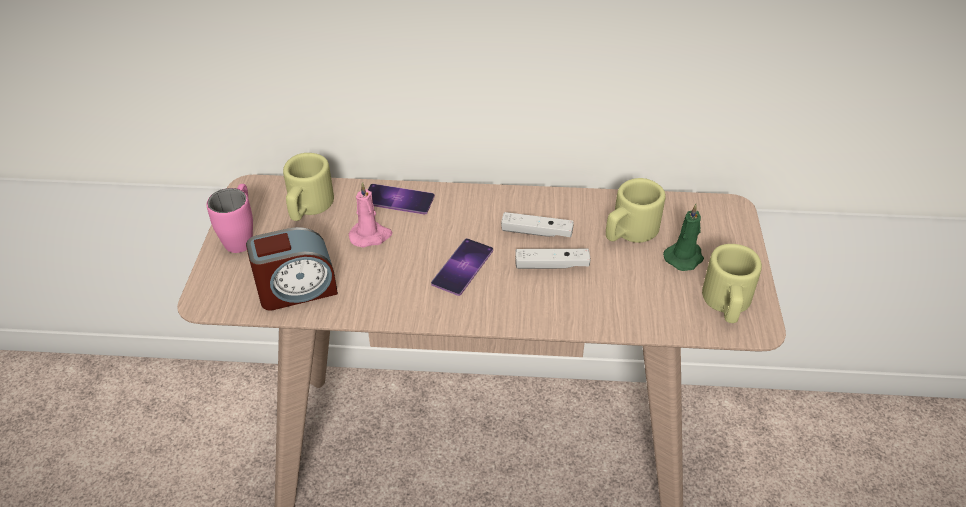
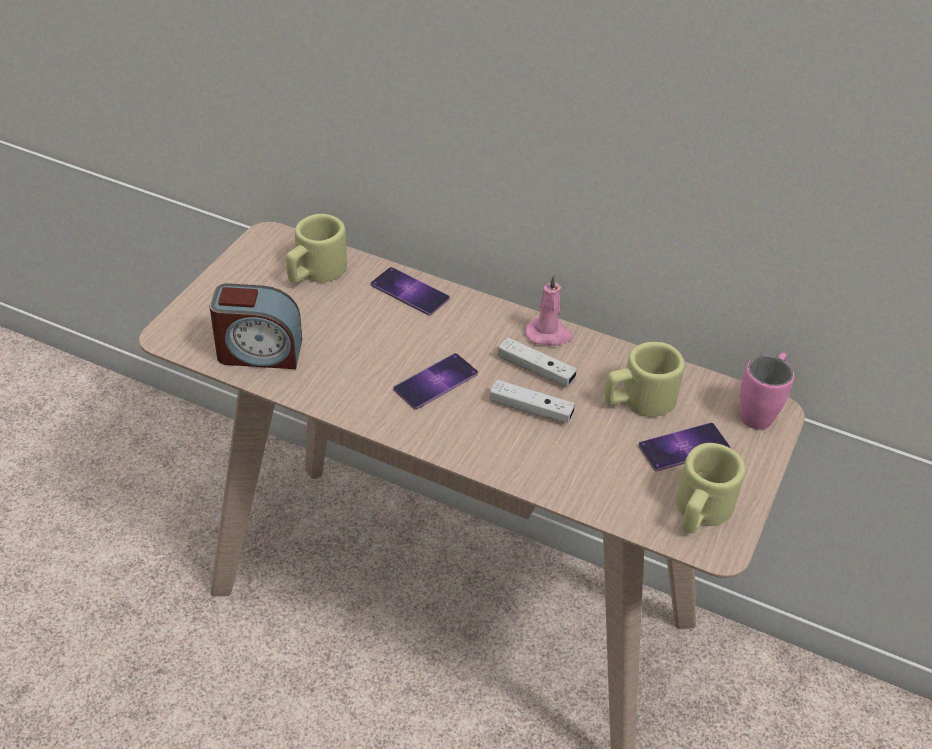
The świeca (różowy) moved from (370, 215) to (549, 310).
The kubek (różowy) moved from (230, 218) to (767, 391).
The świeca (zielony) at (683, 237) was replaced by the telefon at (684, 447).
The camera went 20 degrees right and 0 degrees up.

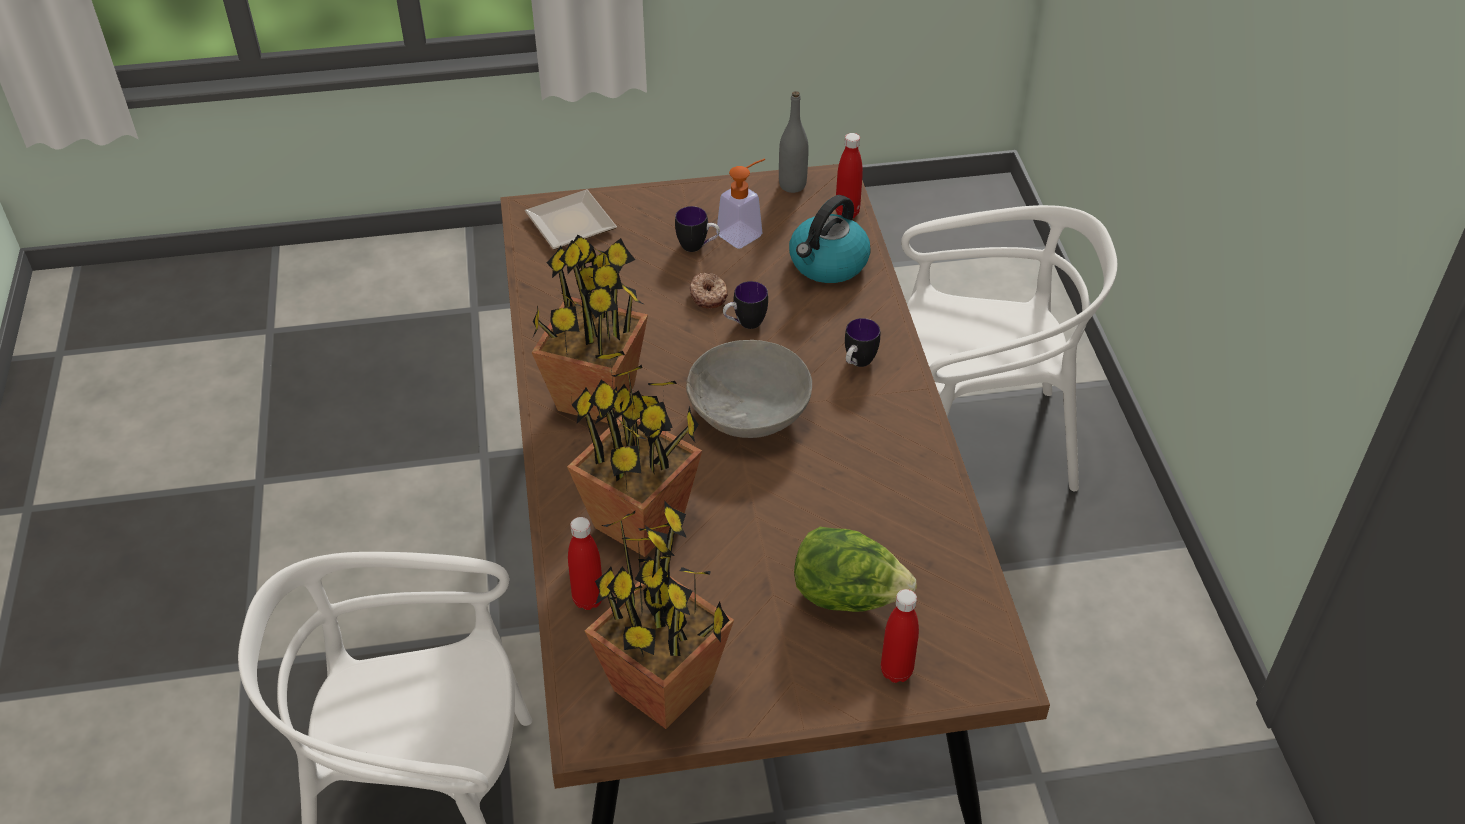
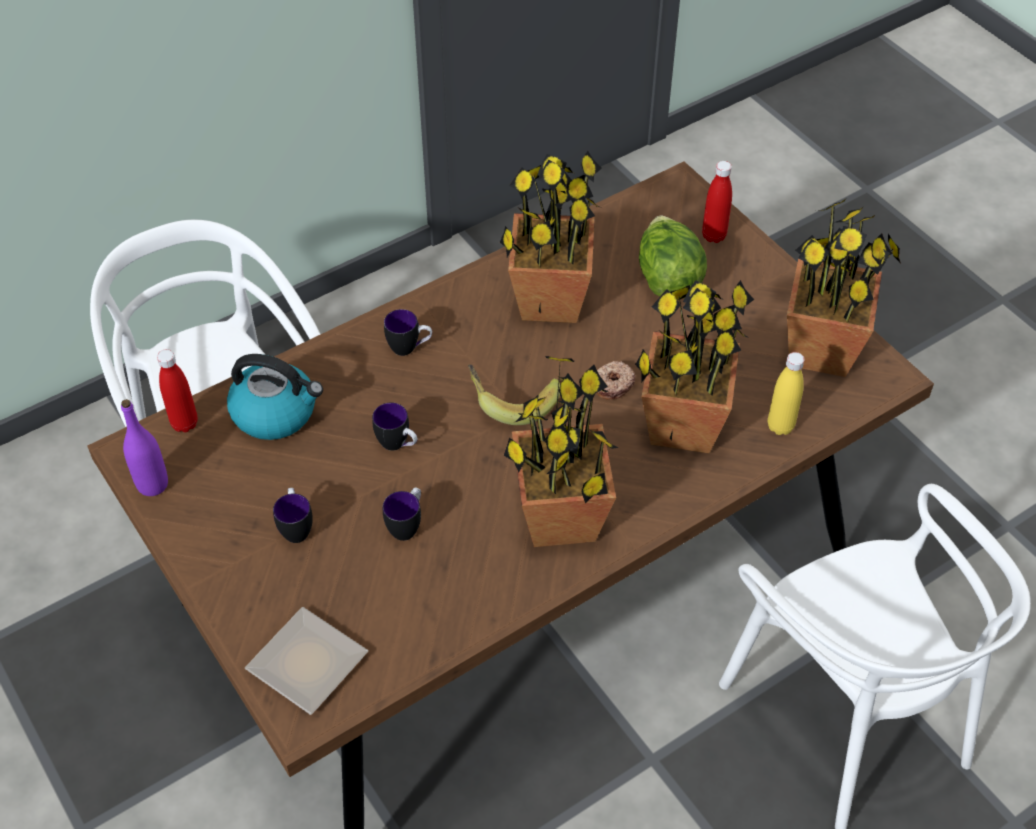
The butelka (szary) at (794, 142) became the butelka (fioletowy) at (144, 447).
The dozownik mydła at (740, 203) disappeared.
The donut moved from (709, 291) to (616, 380).
The miska (szary) at (749, 389) was replaced by the banan at (514, 394).
The butelka (czerwony) at (585, 563) became the butelka (żółty) at (786, 393).
The roślina doniczkowa at (551, 237) appeared.
The kubek at (402, 514) appeared.
The camera went 115 degrees left and 5 degrees up.

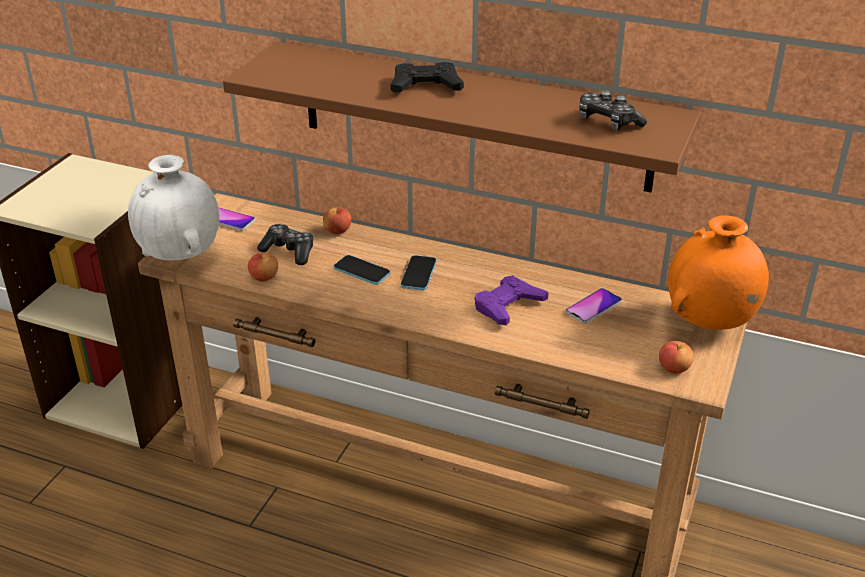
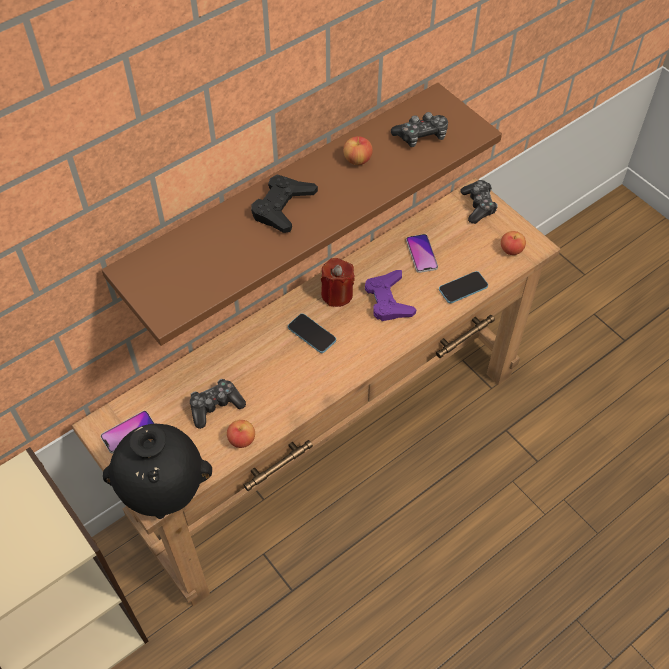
The wazon (biały) at (173, 207) became the wazon (czarny) at (157, 471).
The jabłko moved from (337, 220) to (358, 150).
The wazon (pomarańczowy) at (718, 272) was replaced by the pad do gier at (479, 202).
The telefon moved from (362, 270) to (463, 287).
The świeca (czerwony) at (338, 282) appeared.
The camera went 60 degrees left and 20 degrees up.

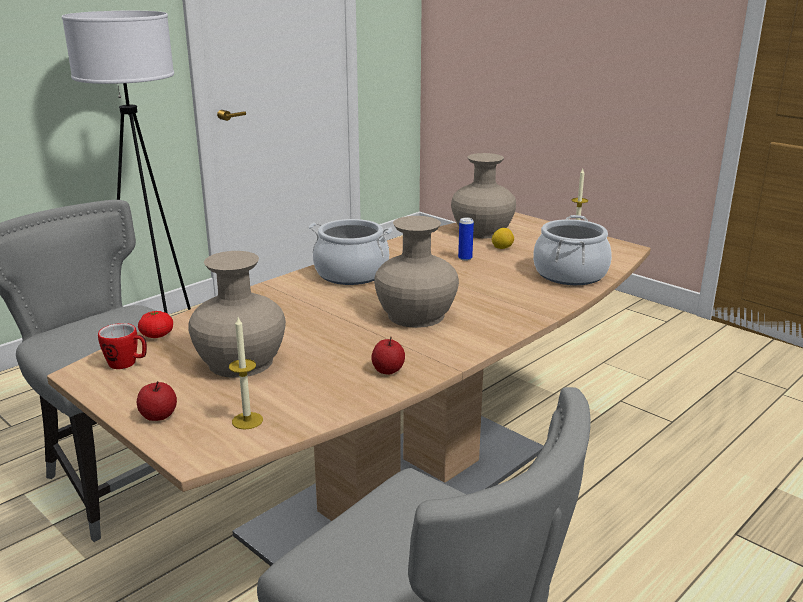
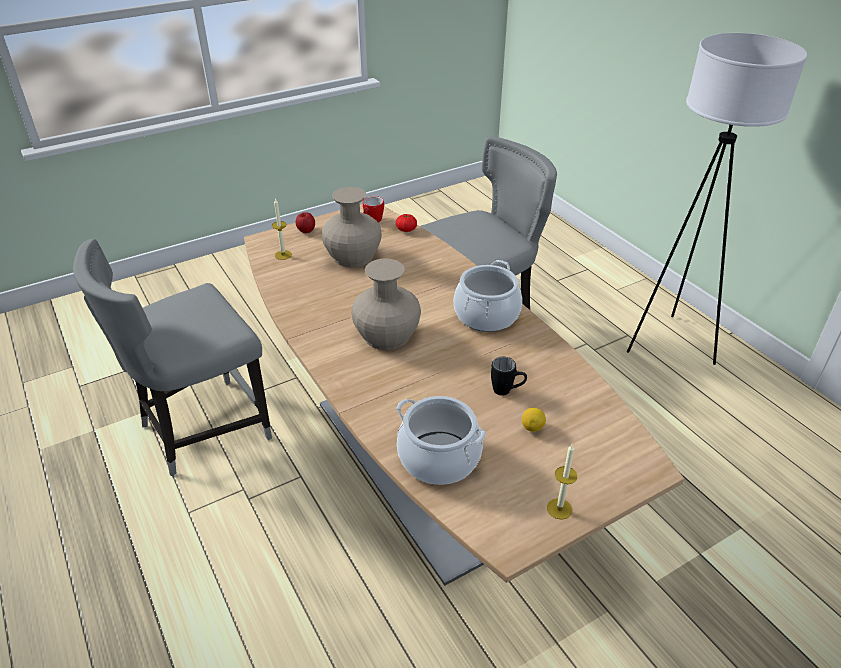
The wazon (beżowy) at (483, 196) disappeared.
The puszka at (466, 239) was replaced by the kubek (czarny) at (509, 376).
The jabłko at (388, 355) disappeared.
The camera went 105 degrees right and 15 degrees up.

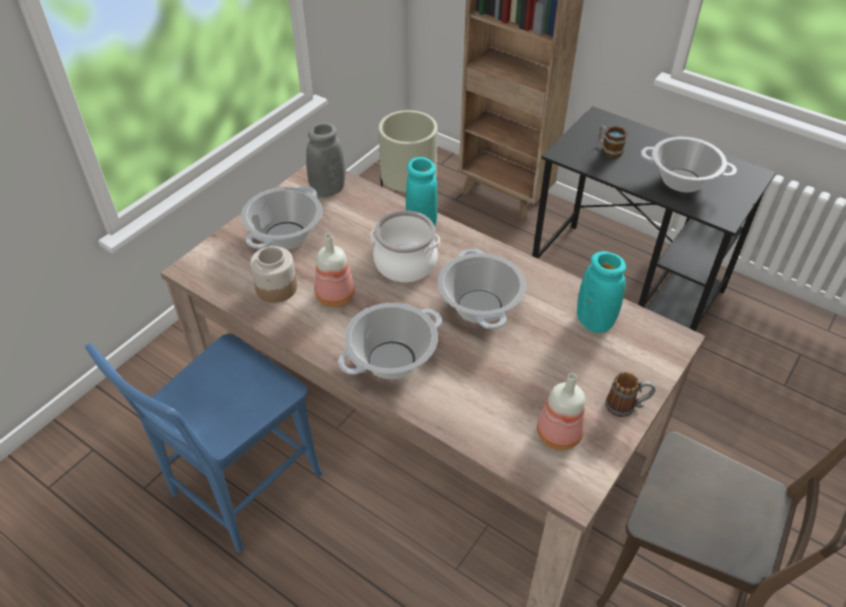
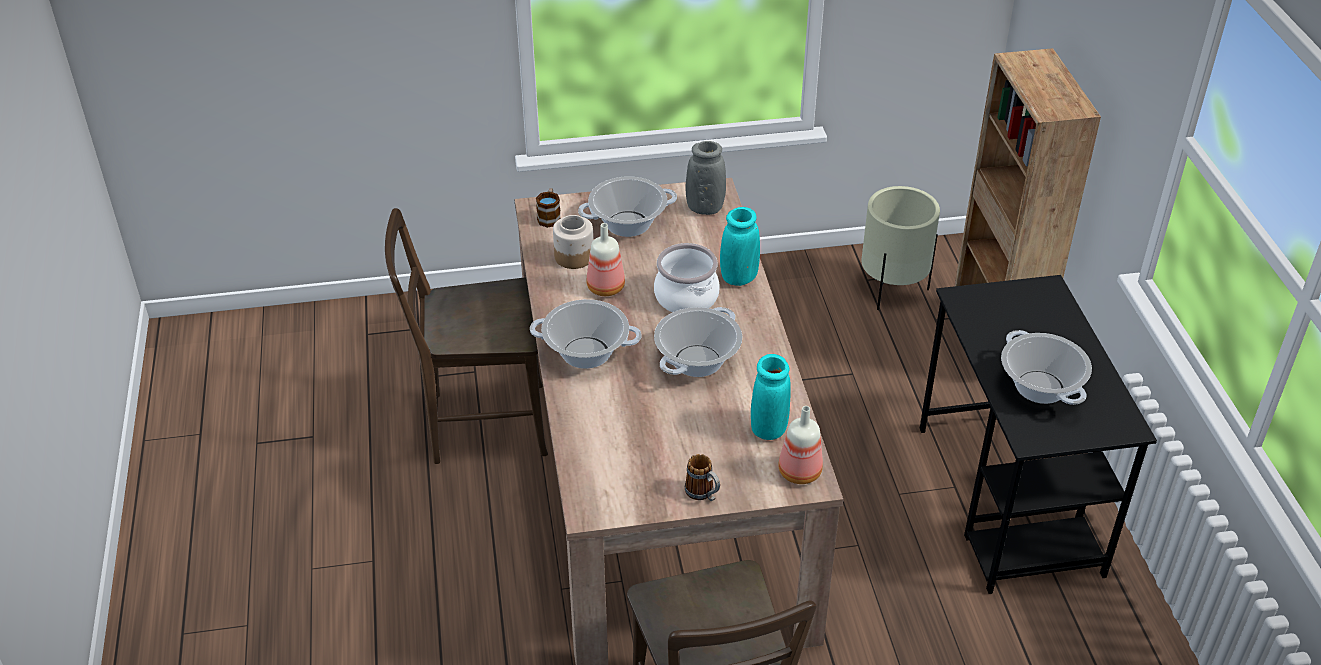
The kubek moved from (612, 142) to (548, 208).
The krzesło (niebieski) at (204, 443) became the krzesło (brązowy) at (466, 336).
The butelka moved from (561, 411) to (800, 445).
The camera went 45 degrees right and 5 degrees down.

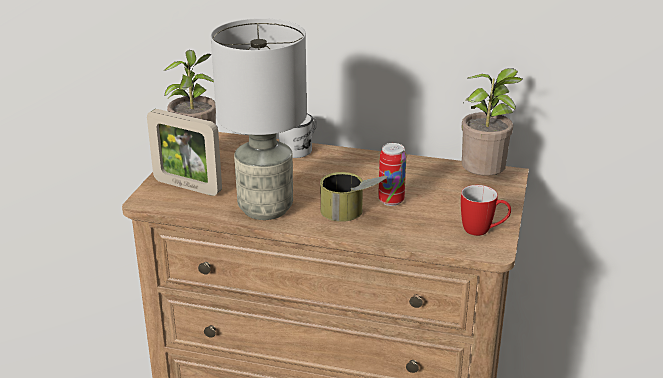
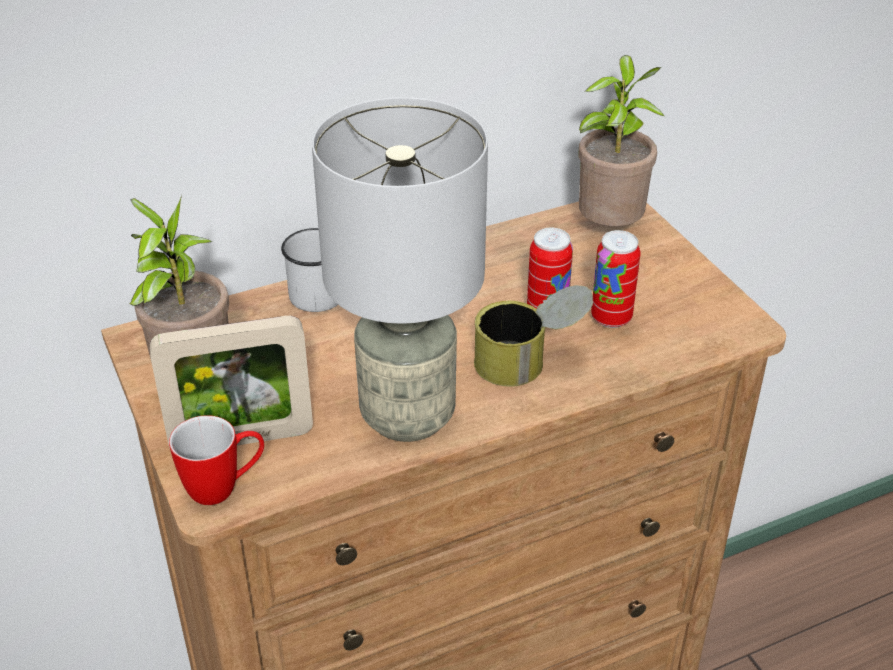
The kubek moved from (486, 210) to (216, 460).
The puszka at (616, 279) appeared.
The camera went 40 degrees left and 10 degrees up.

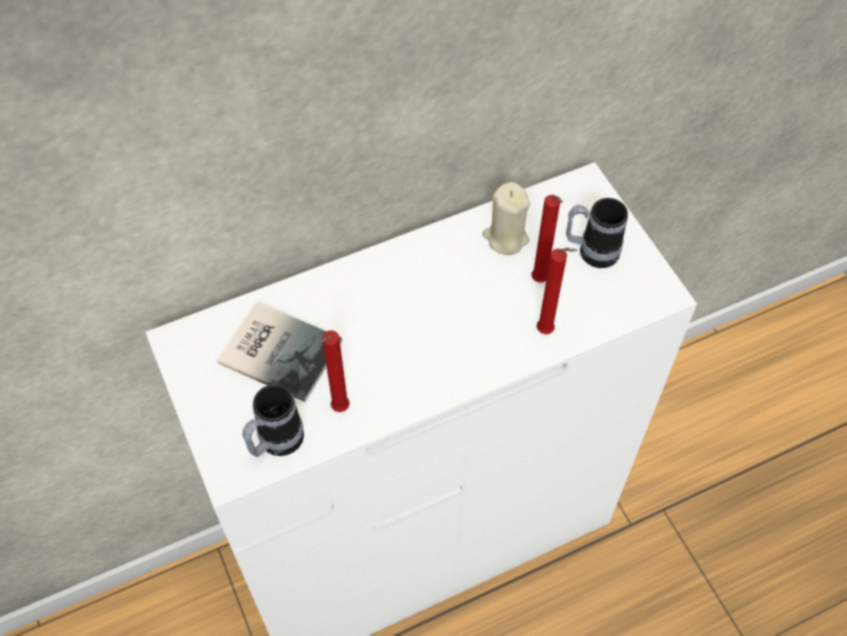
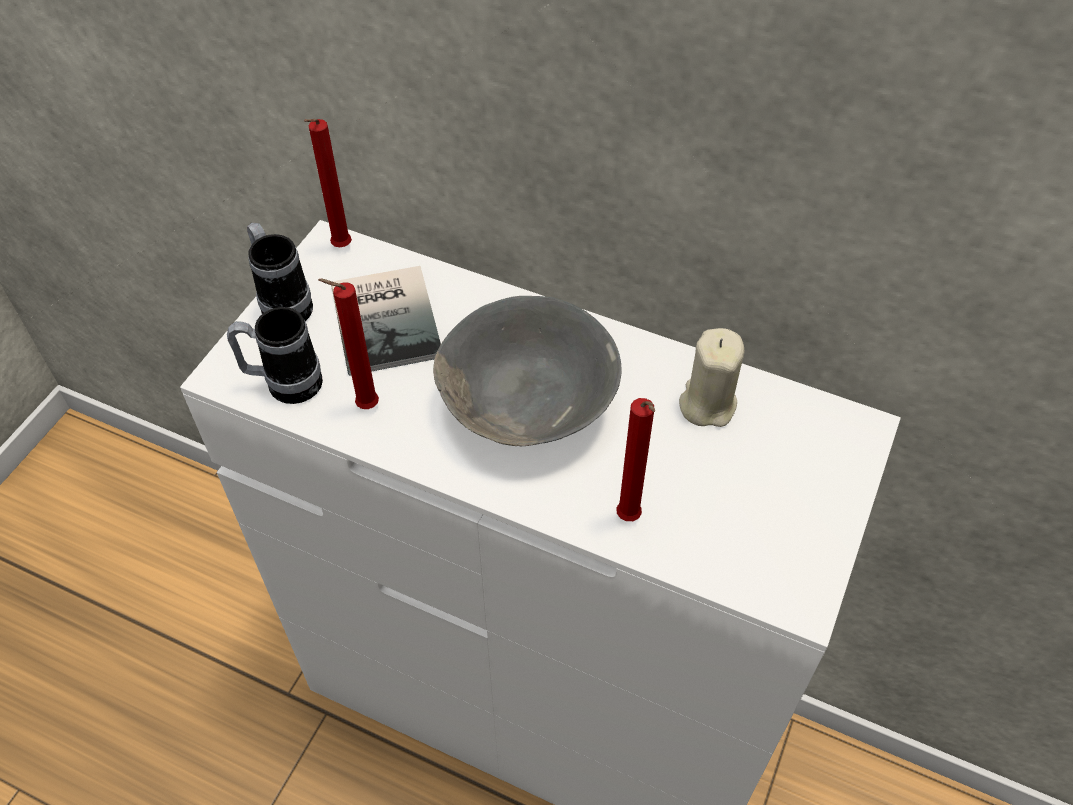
The świeca (czerwony) moved from (547, 238) to (328, 183).
The kubek moved from (597, 233) to (280, 272).
The miska (szary) at (527, 371) appeared.
The camera went 50 degrees right and 5 degrees down.

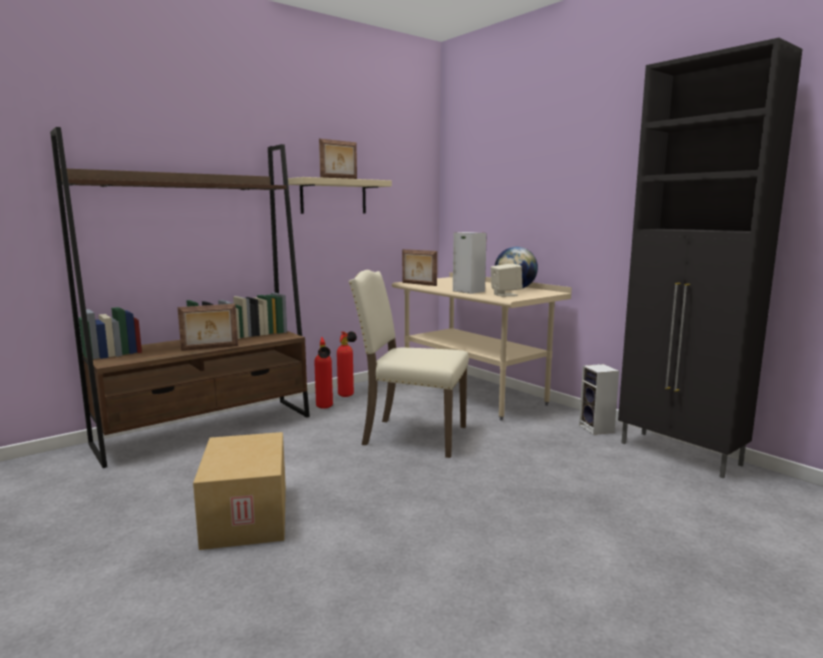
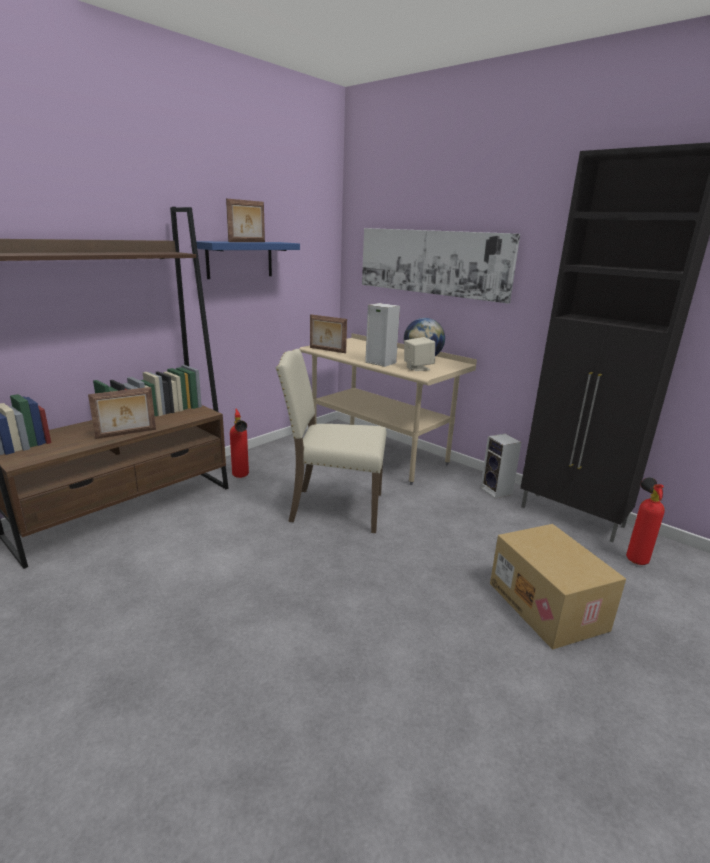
The półka (beżowy) at (340, 195) became the półka (niebieski) at (248, 260).
The gaśnica moved from (347, 364) to (645, 521).
The karton moved from (239, 491) to (558, 587).
The obraz at (441, 266) appeared.
The camera went 10 degrees left and 10 degrees up.

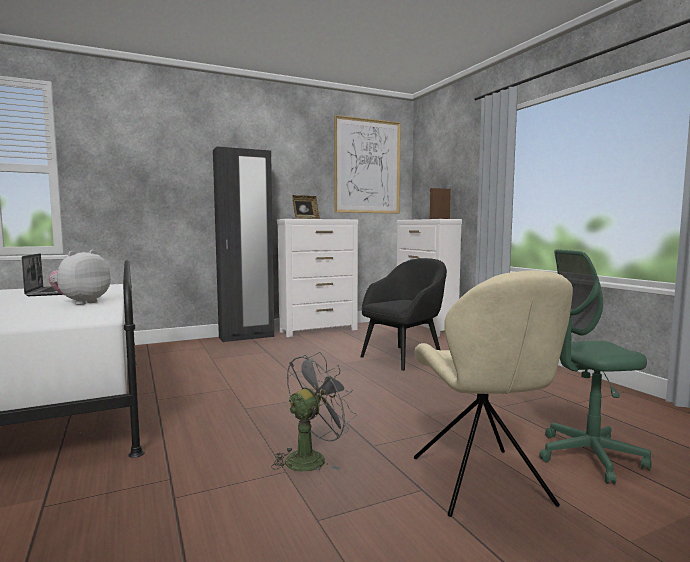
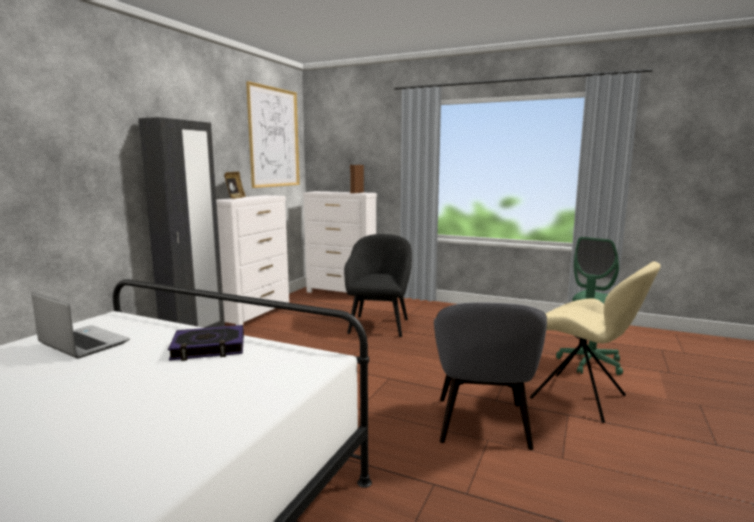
The pluszak at (79, 277) was replaced by the książka at (206, 343).
The wentylator (szary) at (313, 412) was replaced by the fotel (szary) at (490, 376).
The camera went 40 degrees left and 5 degrees up.

